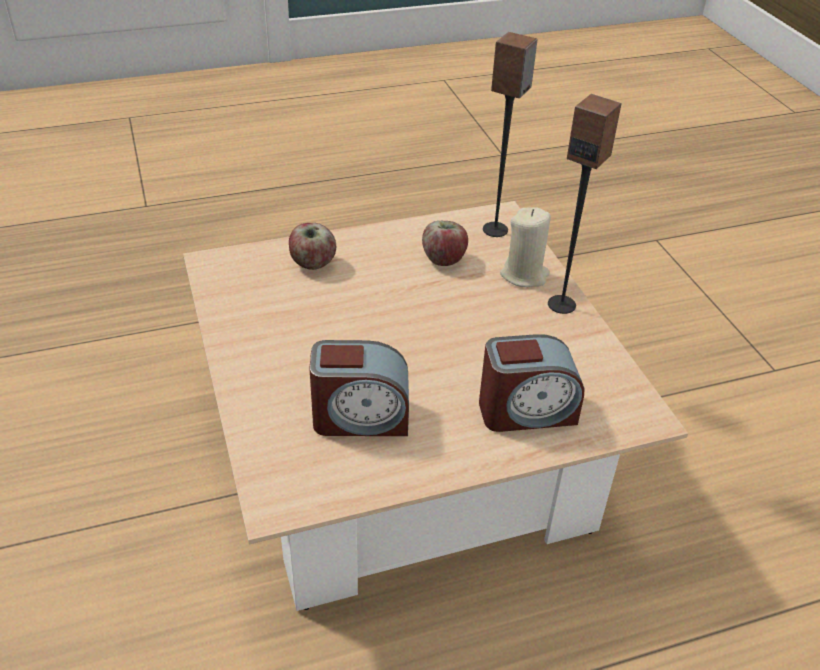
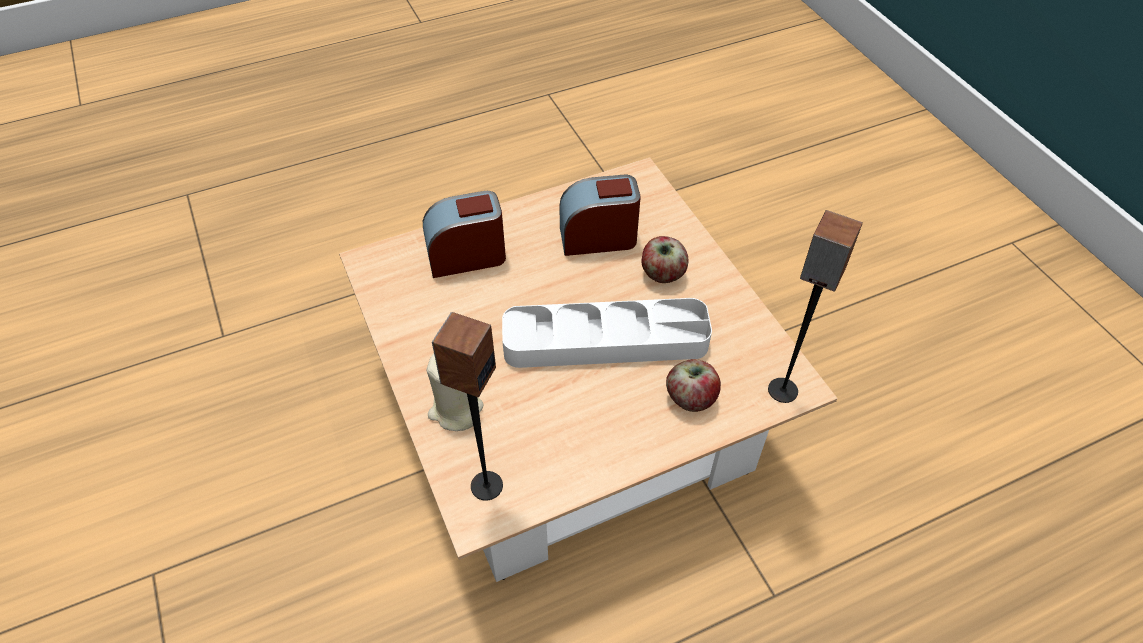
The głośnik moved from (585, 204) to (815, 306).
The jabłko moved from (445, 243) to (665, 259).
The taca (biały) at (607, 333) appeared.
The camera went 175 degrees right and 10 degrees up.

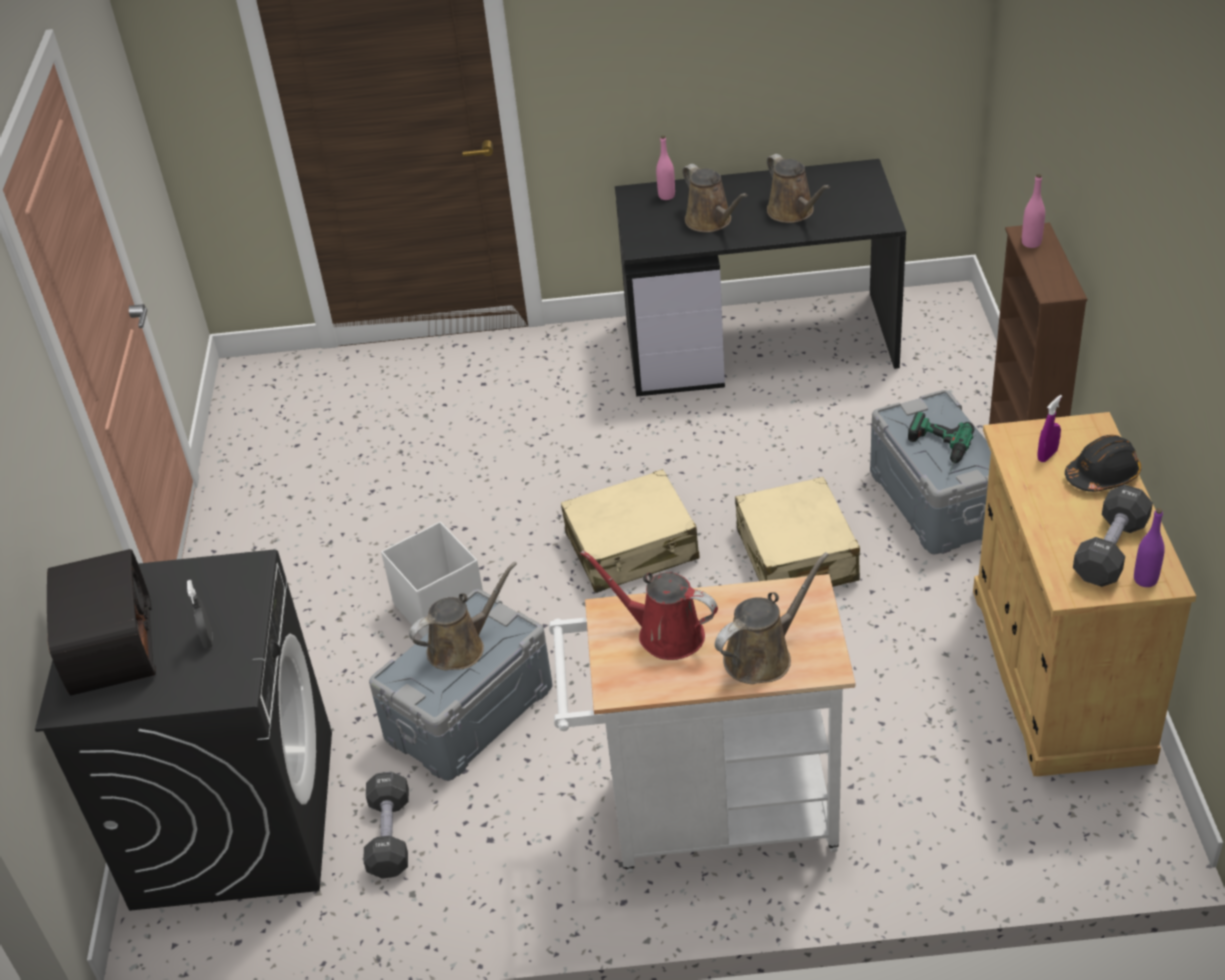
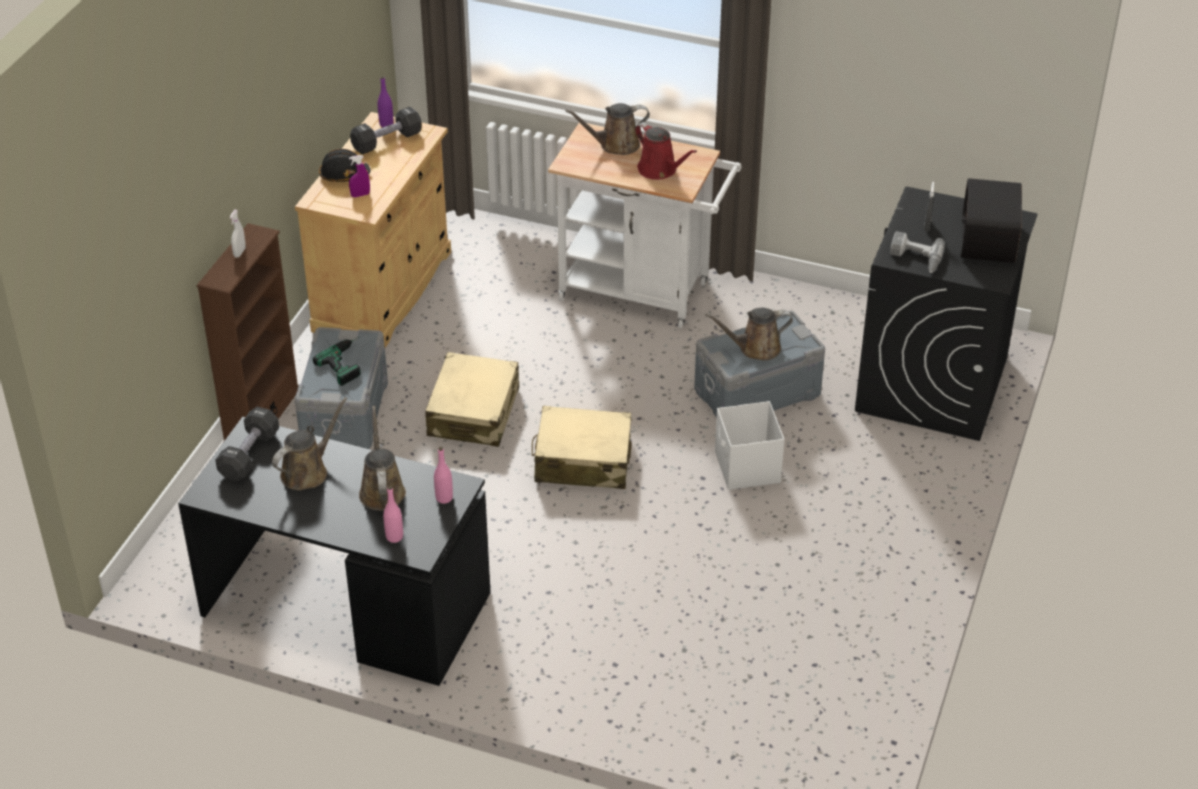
The konewka (brązowy) at (798, 188) turned 45 degrees clockwise.
The butelka (różowy) moved from (1033, 211) to (443, 475).
The hantel (czarny) moved from (386, 825) to (247, 444).
The spryskiwacz (biały) at (238, 234) appeared.
The wiertarka at (917, 252) appeared.
The camera went 160 degrees left and 0 degrees up.

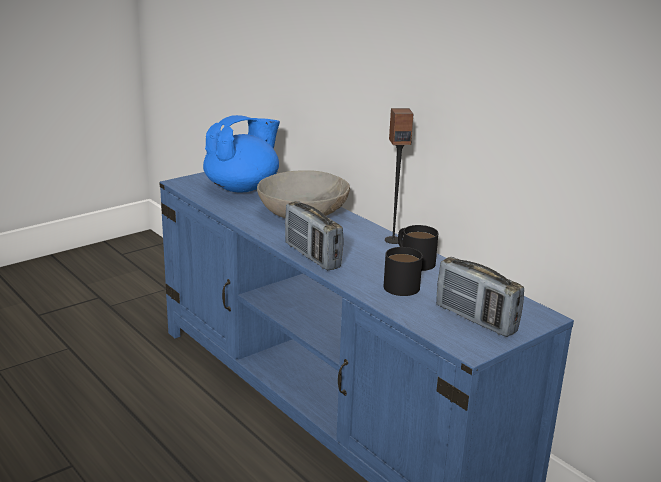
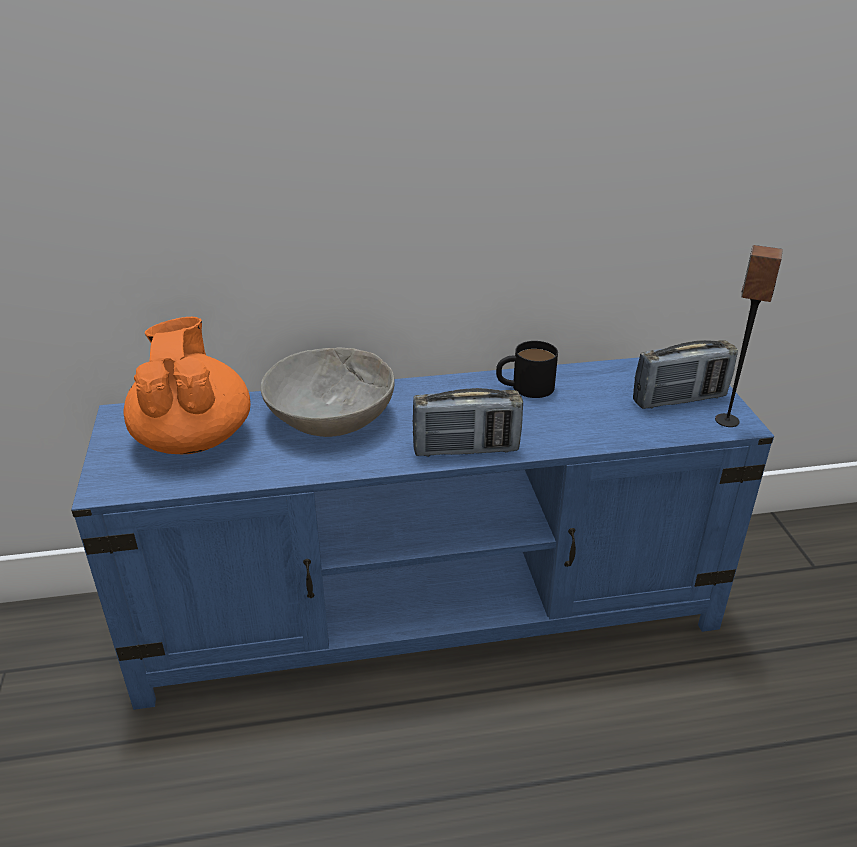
The głośnik moved from (399, 176) to (749, 336).
The imbryk (niebieski) at (241, 153) became the imbryk (pomarańczowy) at (187, 385).
The kubek (czarny) at (403, 271) disappeared.
The camera went 60 degrees left and 10 degrees up.

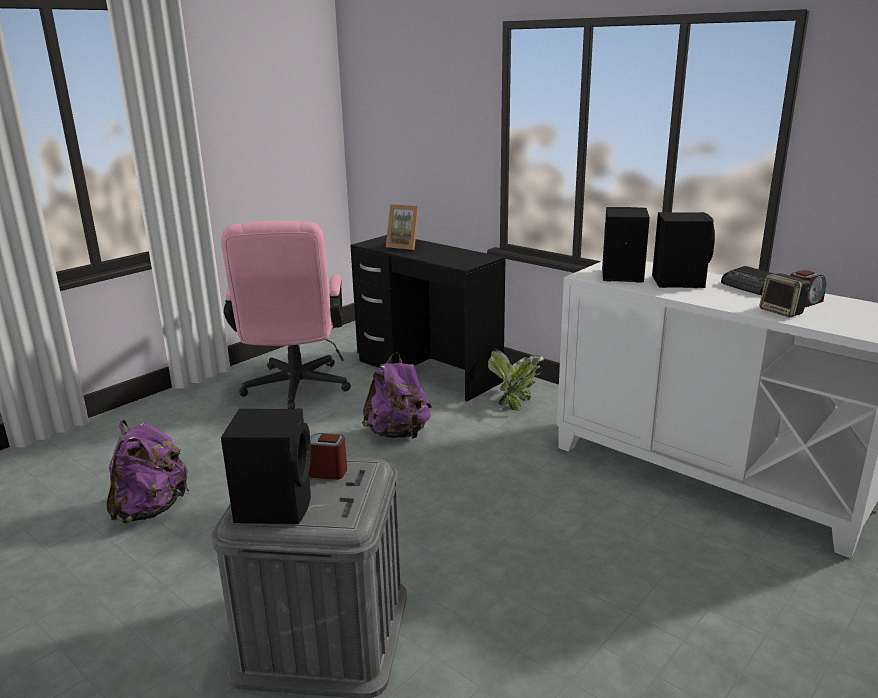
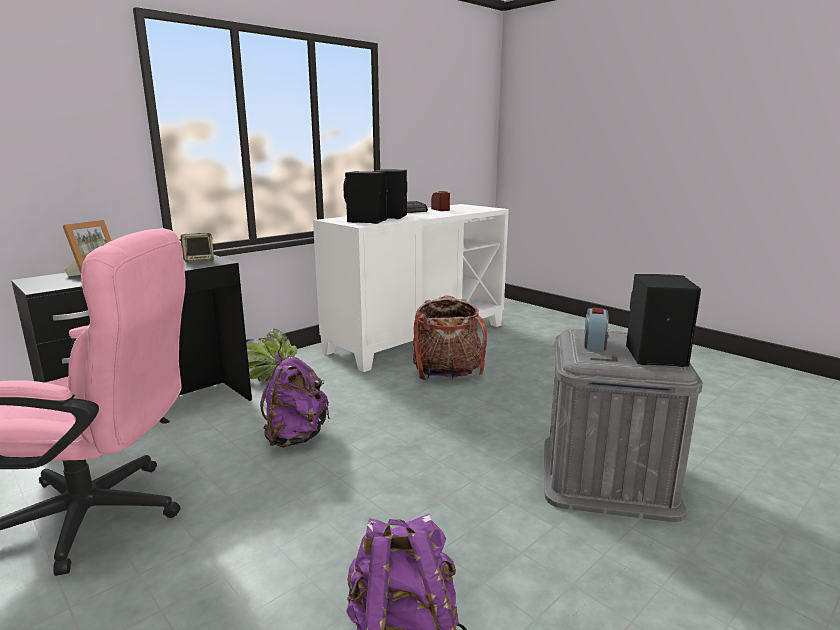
The głośnik moved from (785, 295) to (197, 247).
The plecak at (450, 337) appeared.
The camera went 85 degrees left and 5 degrees down.

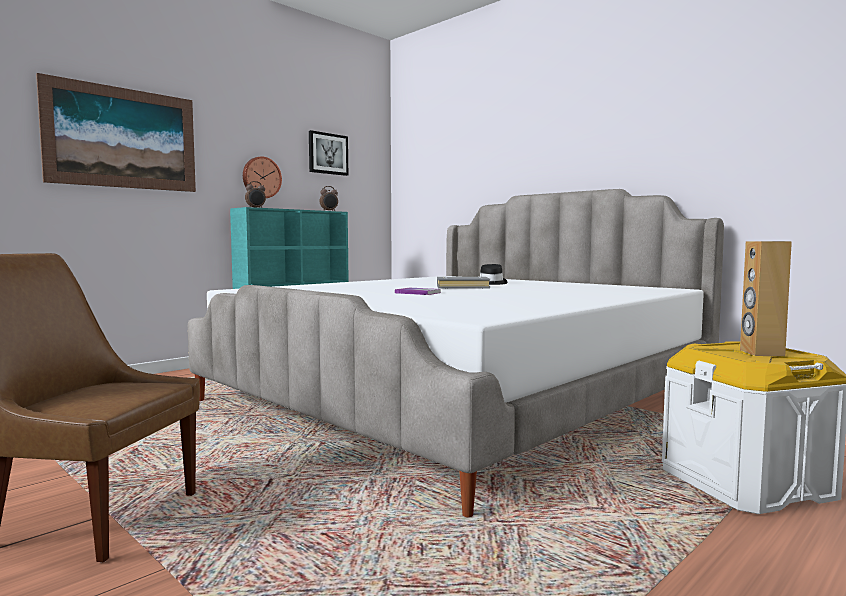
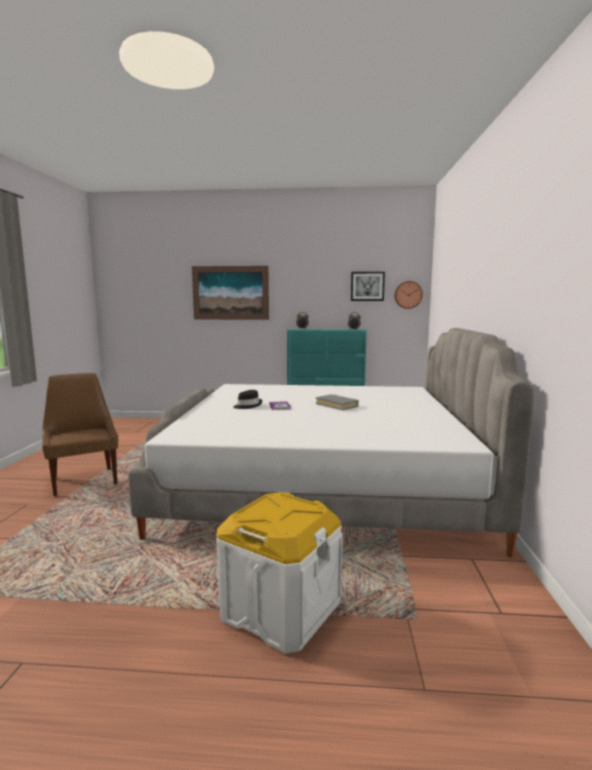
The zegar ścienny moved from (262, 177) to (409, 295).
The głośnik (brązowy) at (766, 298) disappeared.
The kapelusz (czarny) moved from (494, 274) to (247, 399).
The camera went 50 degrees right and 5 degrees up.

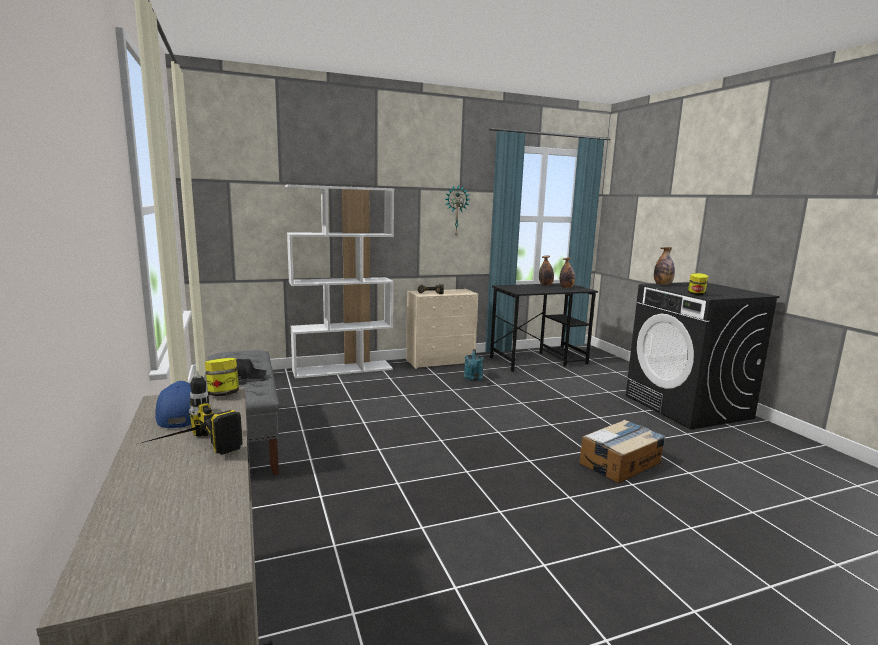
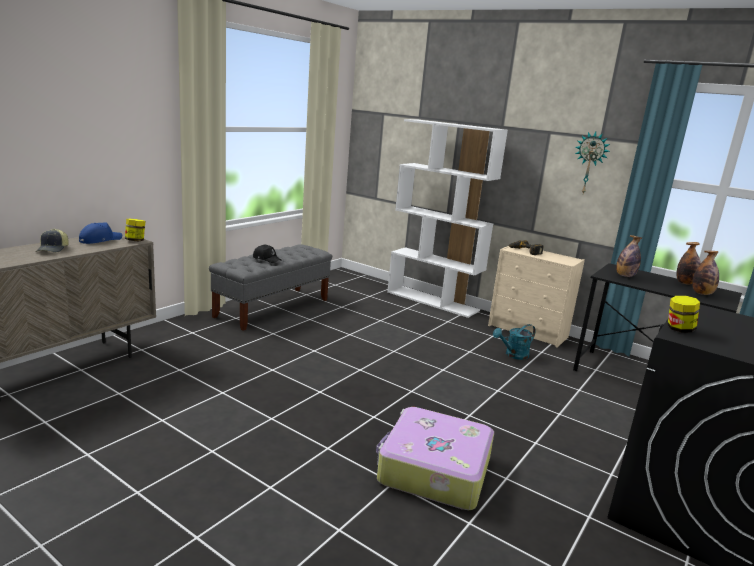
The butelka moved from (664, 266) to (629, 256).
The wiertarka at (190, 413) was replaced by the czapka z daszkiem at (52, 240).
The karton at (622, 451) was replaced by the walizka at (435, 458).
The camera went 55 degrees right and 5 degrees up.

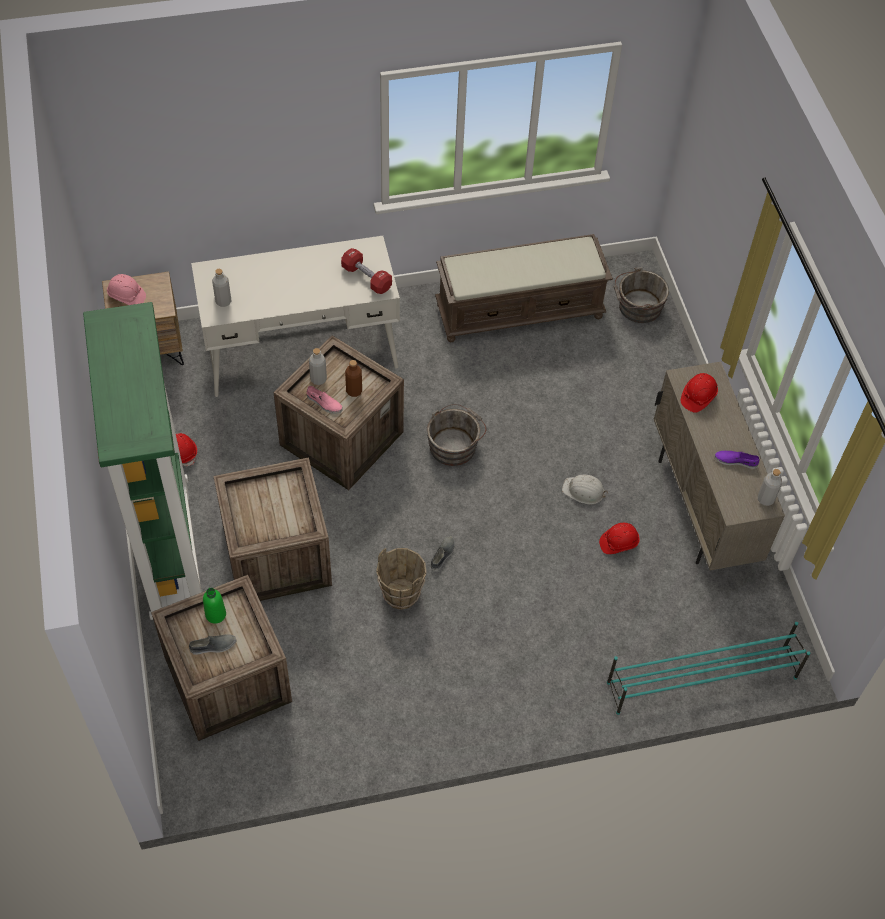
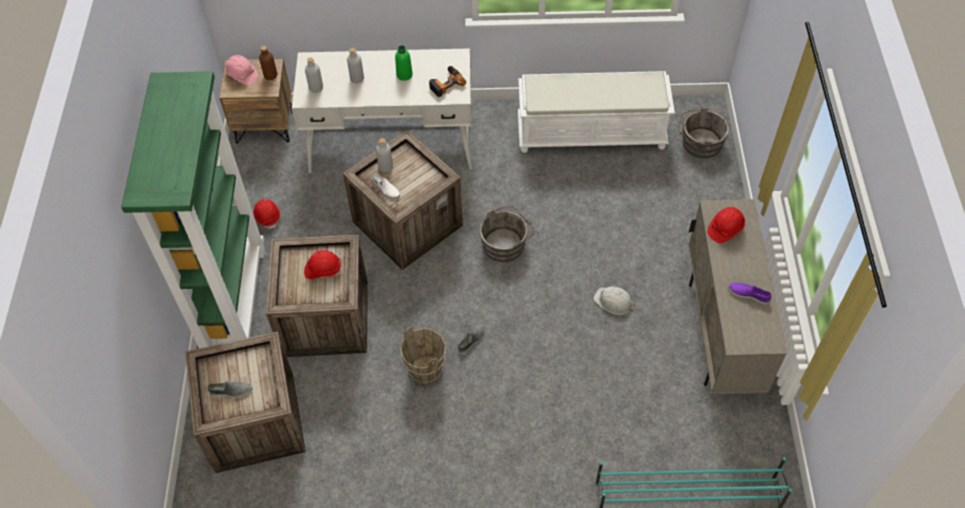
The ławka (brązowy) at (524, 288) became the ławka (biały) at (596, 112).
The hantel (czerwony) at (366, 271) was replaced by the wiertarka at (447, 81).
The butelka (brązowy) moved from (353, 378) to (268, 63).
The but (różowy) at (325, 400) became the but (biały) at (385, 185).
The butelka (szary) moved from (770, 487) to (355, 65).
The kask (czerwony) moved from (619, 538) to (323, 264).
The butelka (zielony) moved from (214, 606) to (404, 63).
The camera went 15 degrees right and 0 degrees up.

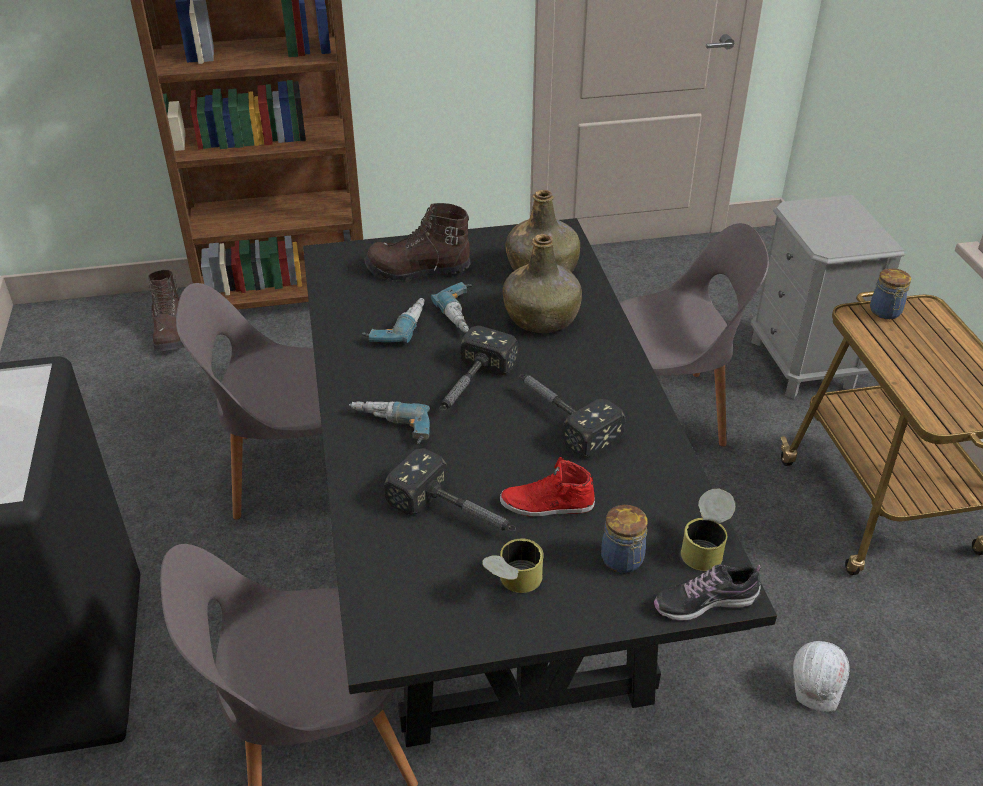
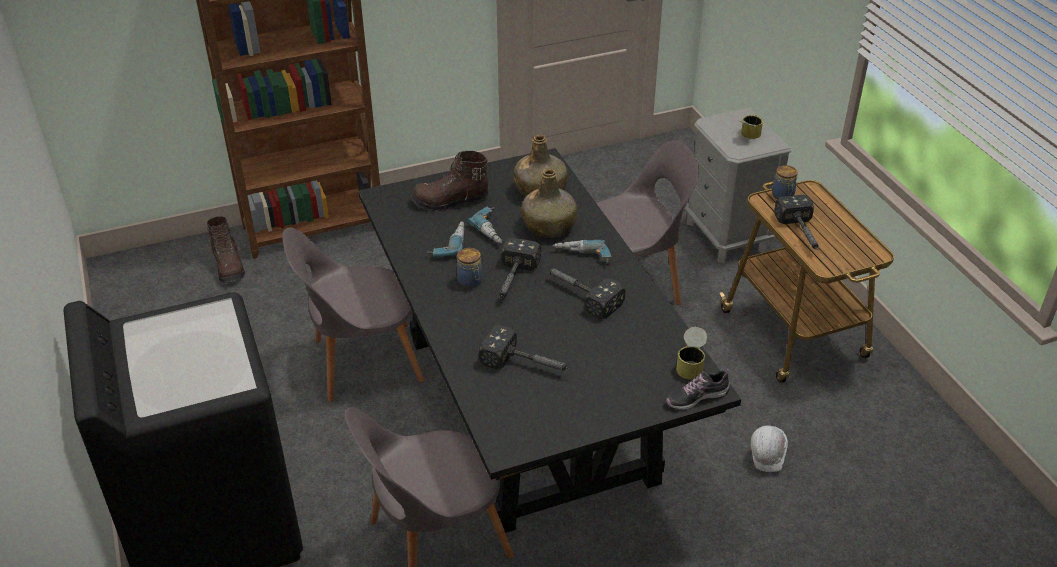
The wiertarka moved from (389, 422) to (582, 252).
The but (czerwony) at (547, 487) disappeared.
The słoik moved from (624, 539) to (469, 268).
The puszka moved from (513, 565) to (751, 127).
The młotek at (796, 222) appeared.
The camera went 10 degrees left and 0 degrees up.

